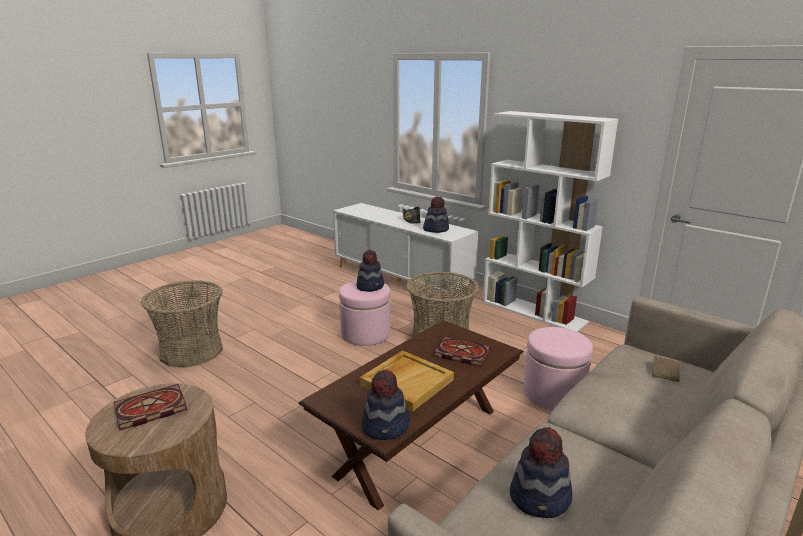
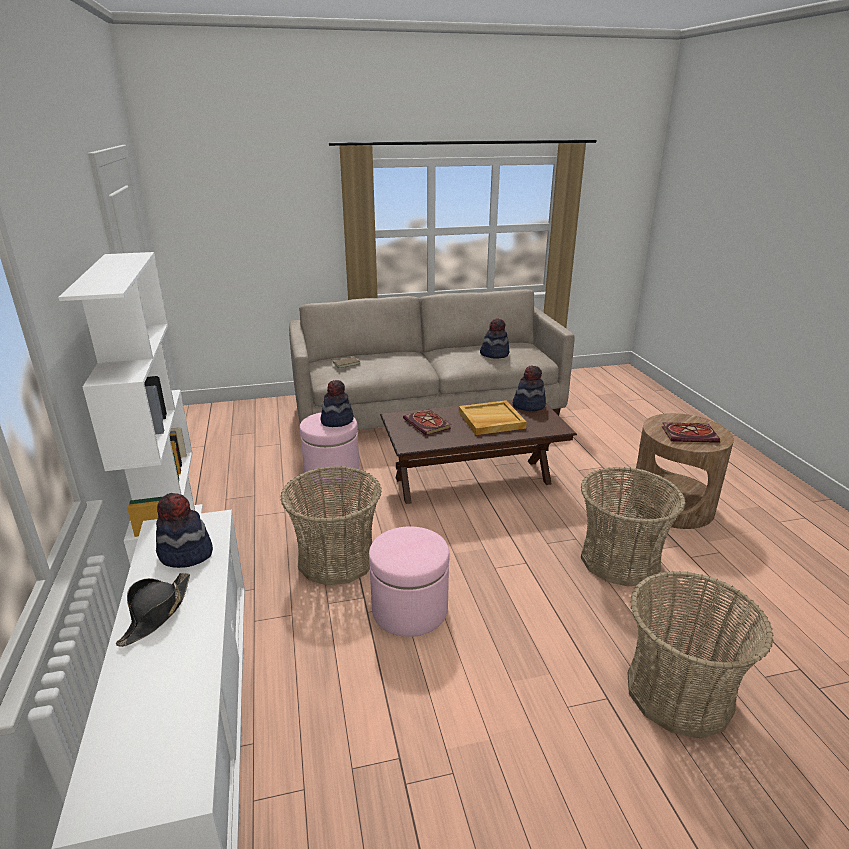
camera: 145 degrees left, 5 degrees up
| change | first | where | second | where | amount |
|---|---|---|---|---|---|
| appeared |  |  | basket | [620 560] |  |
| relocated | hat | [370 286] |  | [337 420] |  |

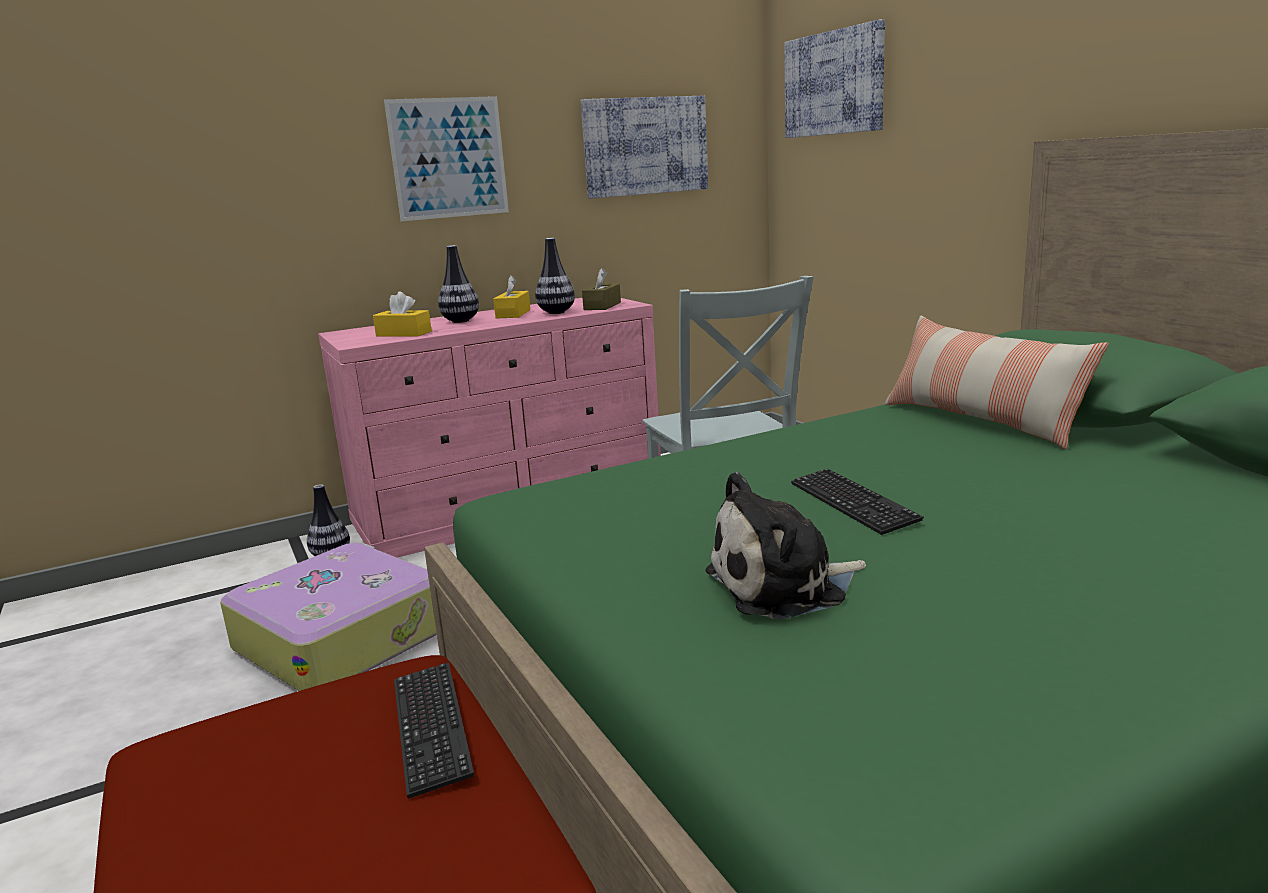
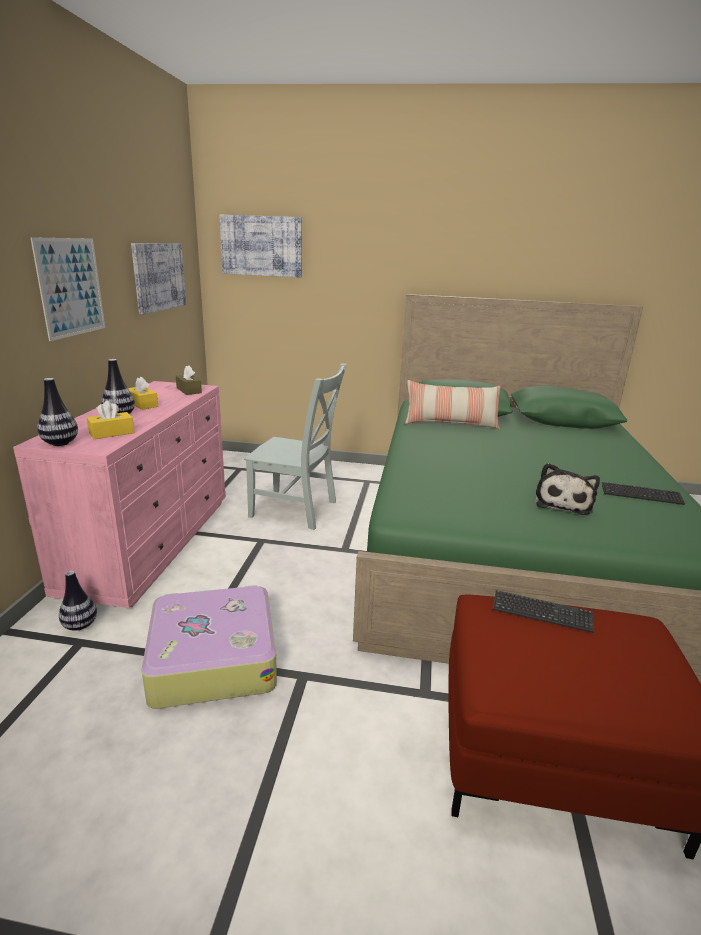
camera: 55 degrees left, 5 degrees up
| change | first | where | second | where | amount |
|---|---|---|---|---|---|
| relocated | vase | [556 312] |  | [60 443] |  |
| relocated | keyboard | [852 503] |  | [641 495] |  |

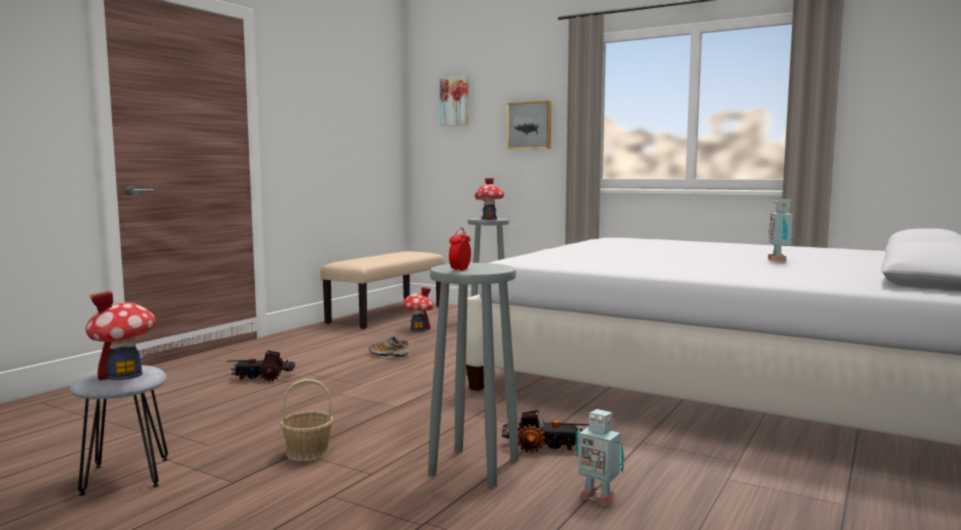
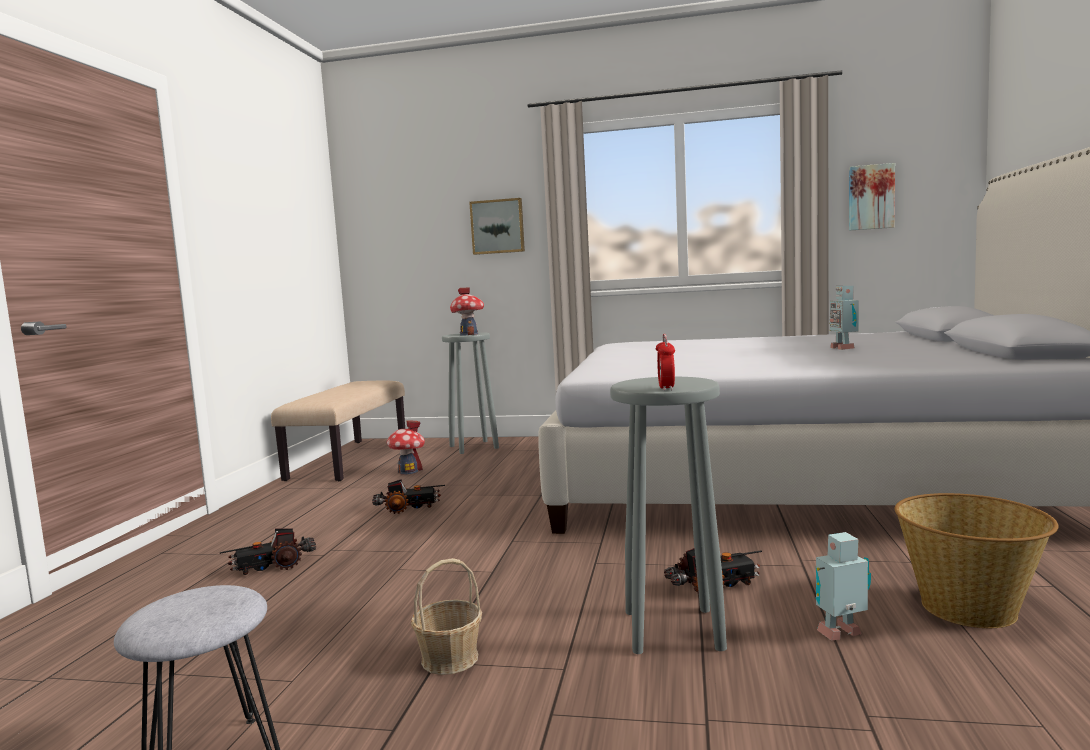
camera: 20 degrees left, 0 degrees up
| change | first | where | second | where | amount |
|---|---|---|---|---|---|
| missing | toy house | [124 375] |  |  |  |
| appeared |  |  | basket | [969 608] |  |
| relocated | picture | [455 101] |  | [870 197] |  |
| exchanged | shoe | [389 355] | toy truck | [408 508] |  |
| spun | toy robot | [597 497] |  | [842 634] | 150 degrees clockwise |

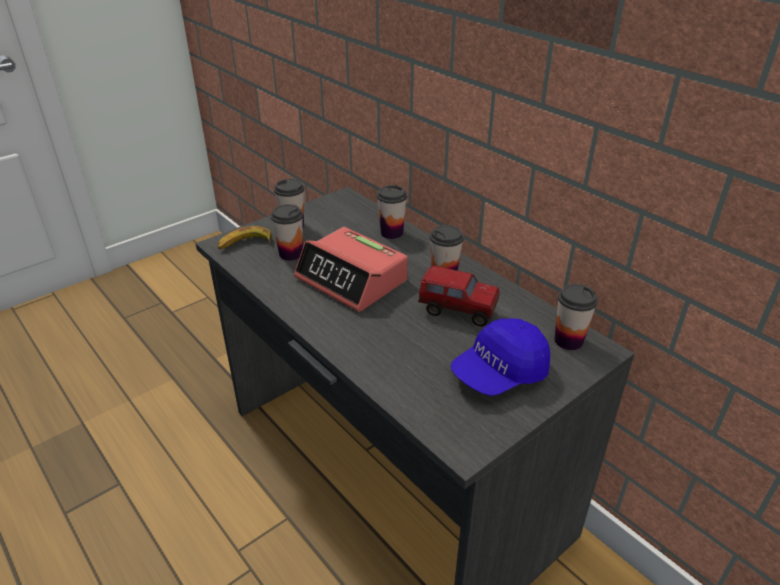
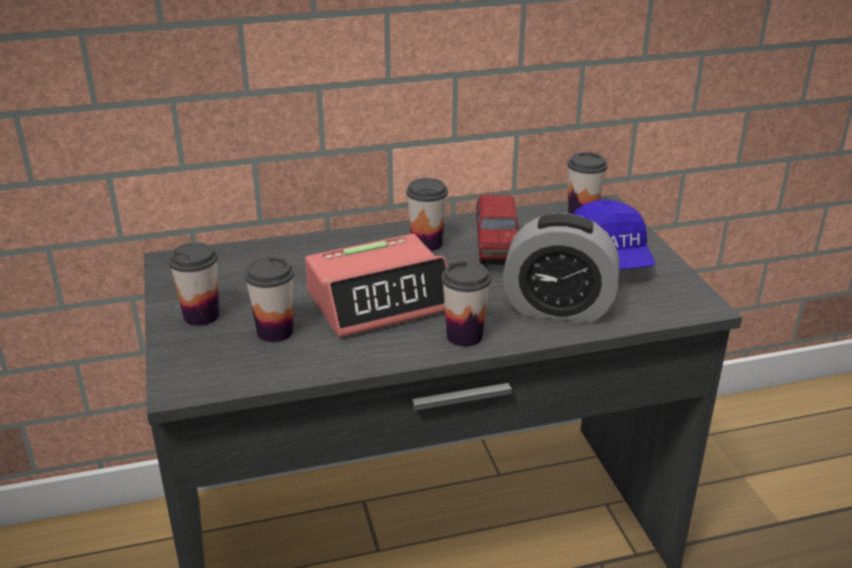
camera: 65 degrees left, 5 degrees down
| change | first | where | second | where | amount |
|---|---|---|---|---|---|
| missing | banana | [245 244] |  |  |  |
| appeared |  |  | alarm clock | [558 309] |  |
| relocated | cup | [391 233] |  | [464 336] |  |
| spun | toy truck | [457 311] |  | [496 253] | 135 degrees clockwise |

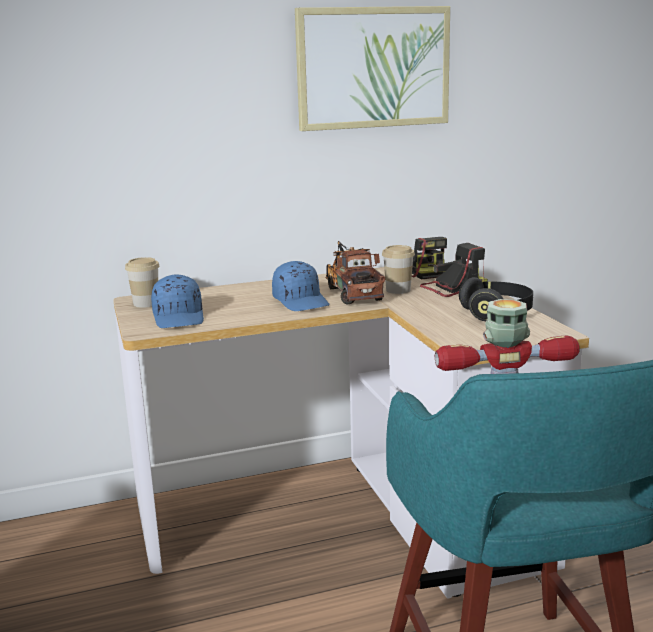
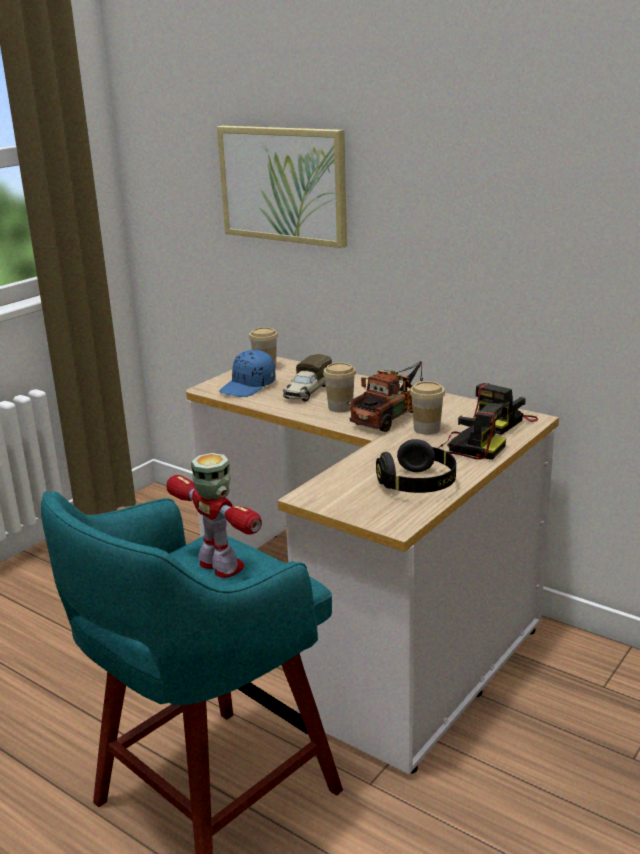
camera: 55 degrees right, 5 degrees up
| change | first | where | second | where | amount |
|---|---|---|---|---|---|
| appeared |  |  | toy truck | [307 392] |  |
| relocated | picture | [373 68] |  | [283 184] |  |
| exchanged | cap (blue) | [301 301] | cup | [340 407] |  |

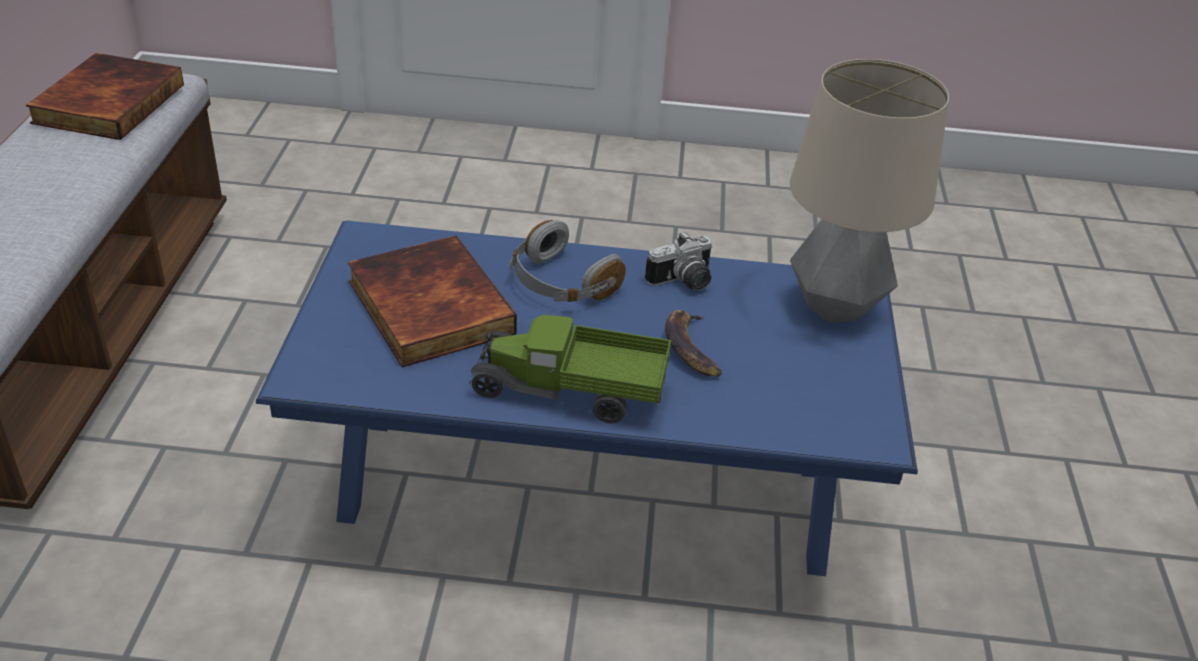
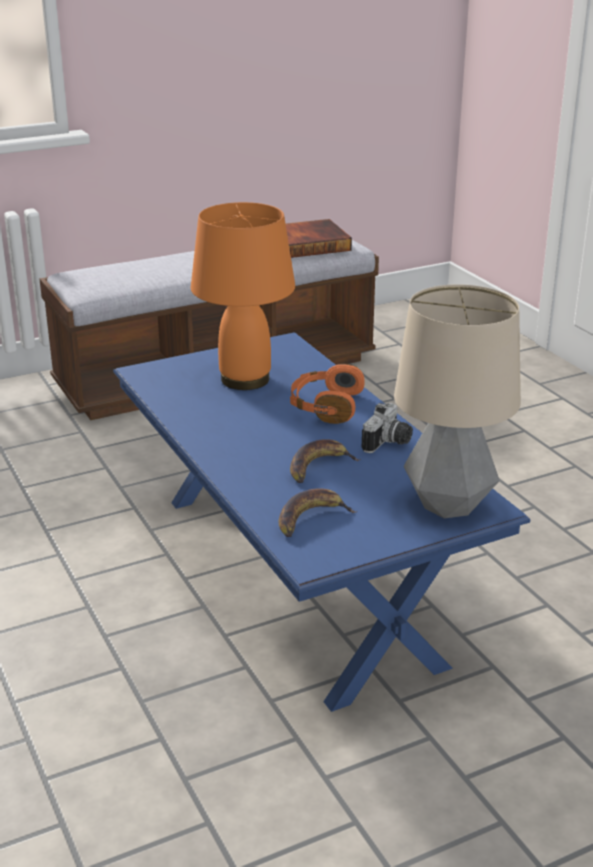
camera: 60 degrees right, 10 degrees down
| change | first | where | second | where | amount |
|---|---|---|---|---|---|
| missing | toy truck | [570 391] |  |  |  |
| appeared |  |  | banana | [310 518] |  |
| exchanged | book | [427 307] | table lamp (orange) | [244 379] |  |
| colour | headphones (grey) | [560 284] | headphones (orange) | [325 406] |  |
| spun | photo camera | [684 282] |  | [389 443] | 90 degrees counterclockwise |

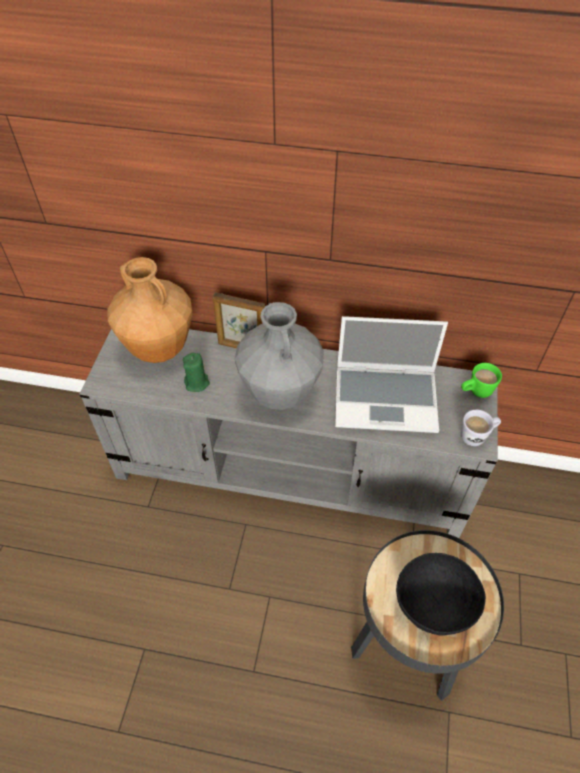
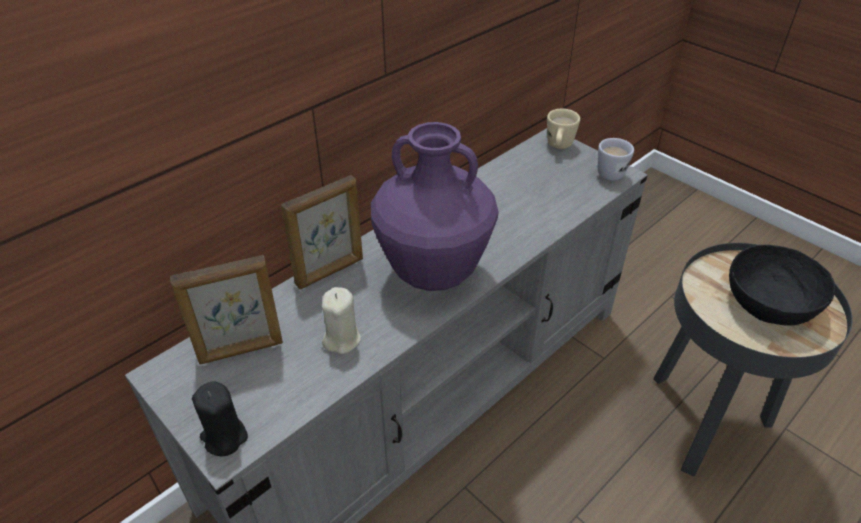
camera: 55 degrees left, 10 degrees down
| change | first | where | second | where | amount |
|---|---|---|---|---|---|
| missing | laptop | [387 399] |  |  |  |
| appeared |  |  | candle (black) | [224 437] |  |
| exchanged | vase (brown) | [159 349] | picture frame | [241 351] |  |
| colour | candle (green) | [197 383] | candle (beige) | [342 339] |  |
| colour | vase (grey) | [279 392] | vase (purple) | [432 273] |  |
| colour | mug (green) | [476 392] | mug (beige) | [558 147] |  |

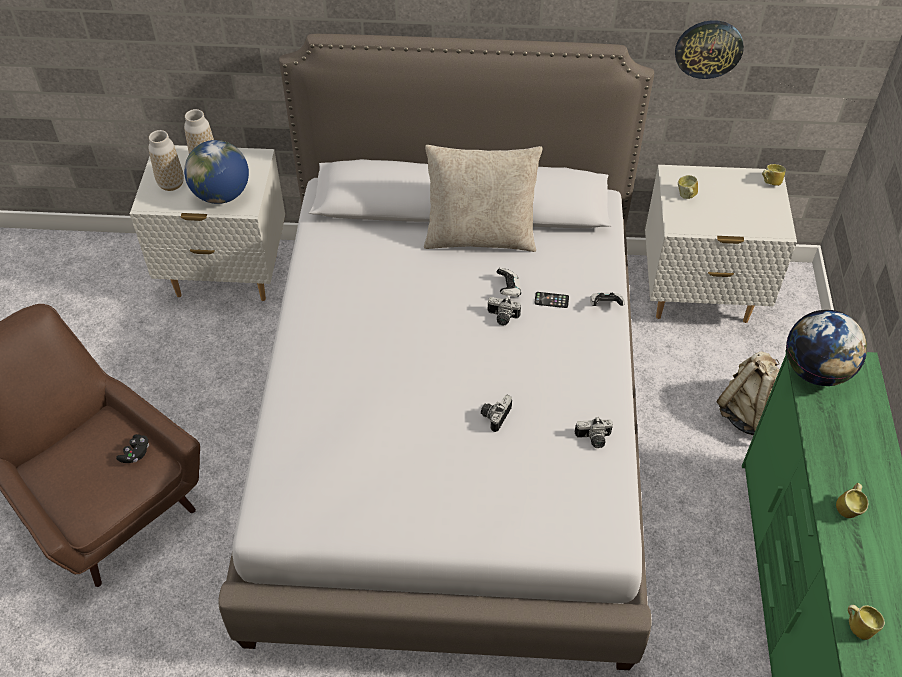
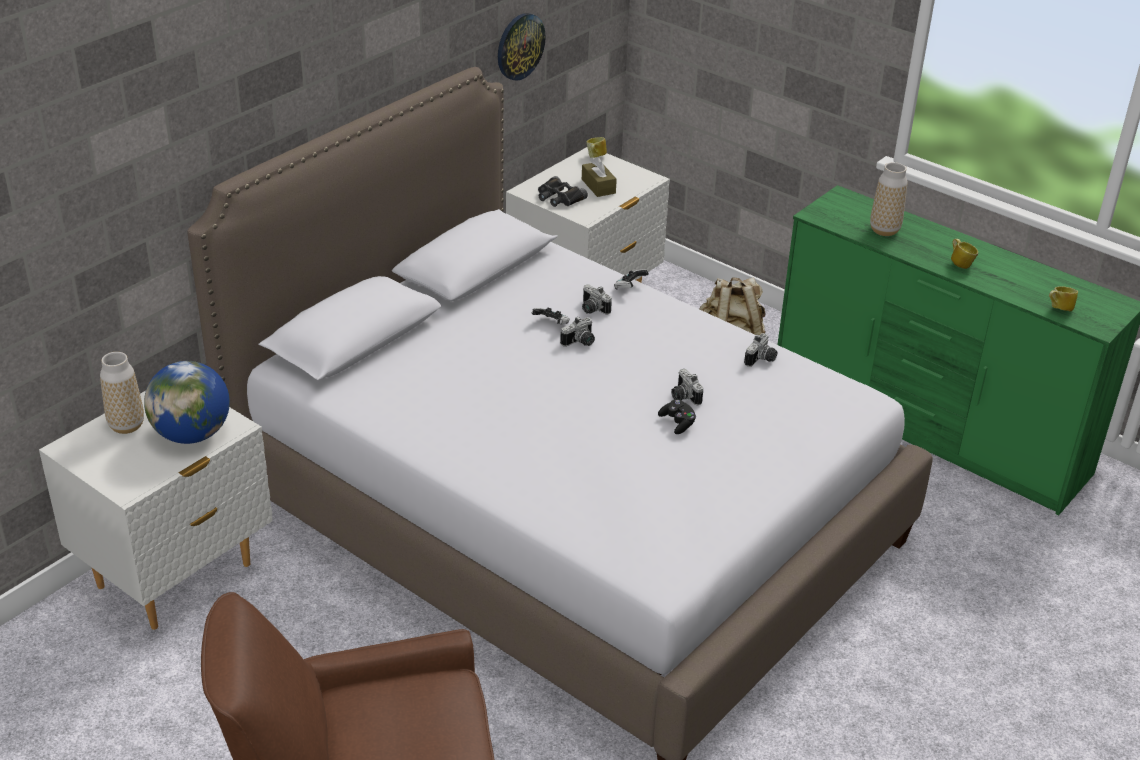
camera: 55 degrees left, 15 degrees down
| change | first | where | second | where | amount |
|---|---|---|---|---|---|
| missing | pillow (beige) | [480 236] |  |  |  |
| missing | globe | [816 371] |  |  |  |
| appeared |  |  | tissue box (brown) | [598 186] |  |
| relocated | game controller (black) | [135 453] |  | [677 423] |  |
| relocated | vase | [171 184] |  | [884 230] |  |
| exchanged | phone | [551 300] | photo camera | [592 309] |  |
| exchanged | mug | [686 196] | binoculars (black) | [559 197] |  |

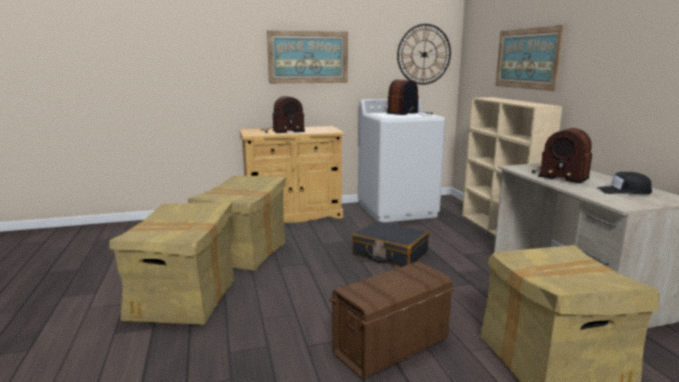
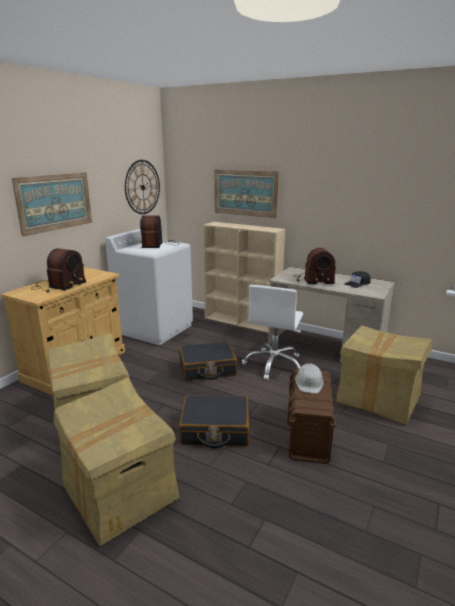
camera: 45 degrees left, 5 degrees up
| change | first | where | second | where | amount |
|---|---|---|---|---|---|
| appeared |  |  | suitcase (black) | [215 430] |  |
| appeared |  |  | office chair (white) | [274 364] |  |
| appeared |  |  | hard hat (white) | [309 382] |  |

